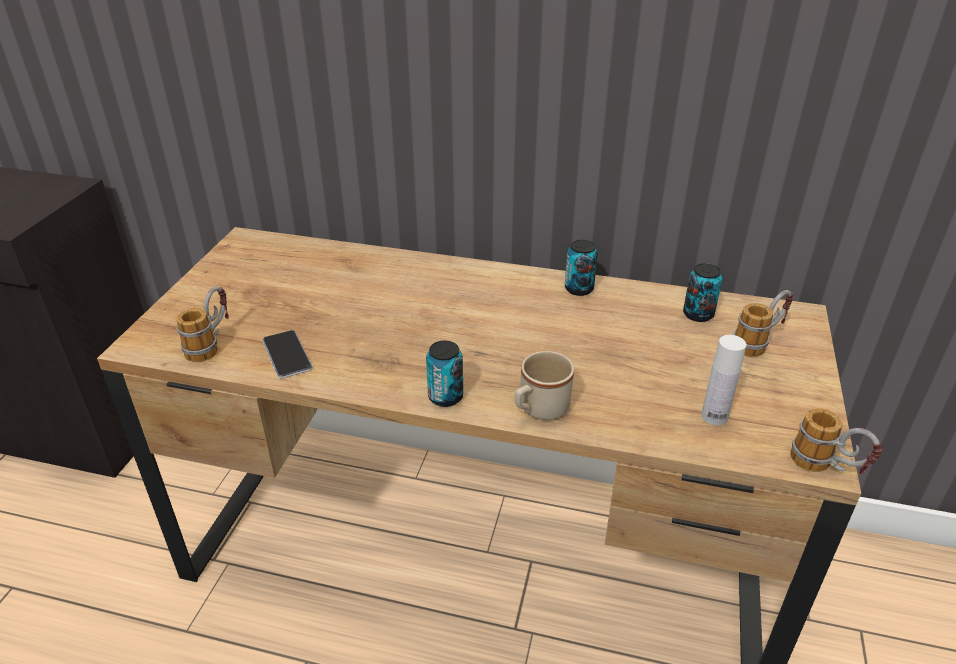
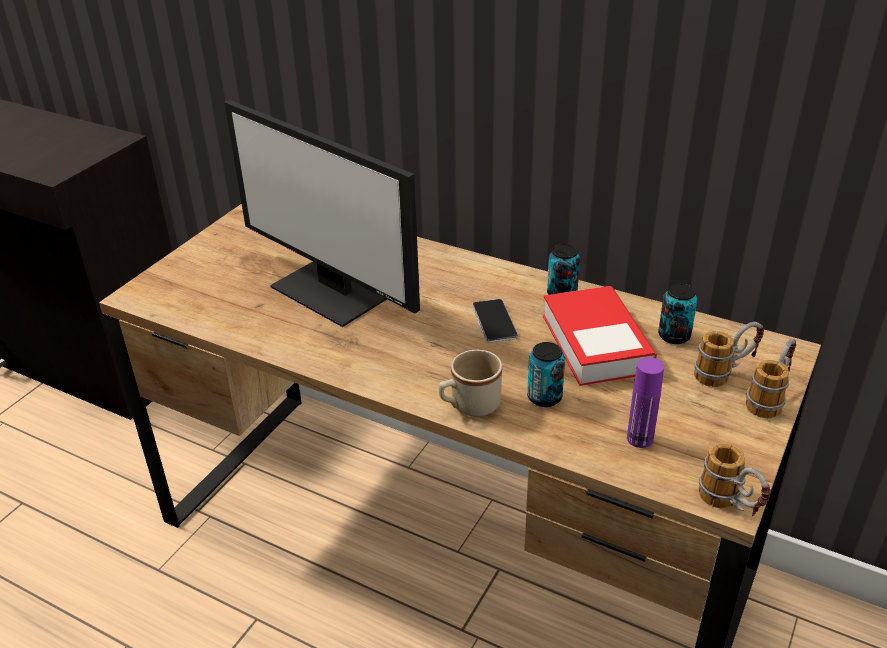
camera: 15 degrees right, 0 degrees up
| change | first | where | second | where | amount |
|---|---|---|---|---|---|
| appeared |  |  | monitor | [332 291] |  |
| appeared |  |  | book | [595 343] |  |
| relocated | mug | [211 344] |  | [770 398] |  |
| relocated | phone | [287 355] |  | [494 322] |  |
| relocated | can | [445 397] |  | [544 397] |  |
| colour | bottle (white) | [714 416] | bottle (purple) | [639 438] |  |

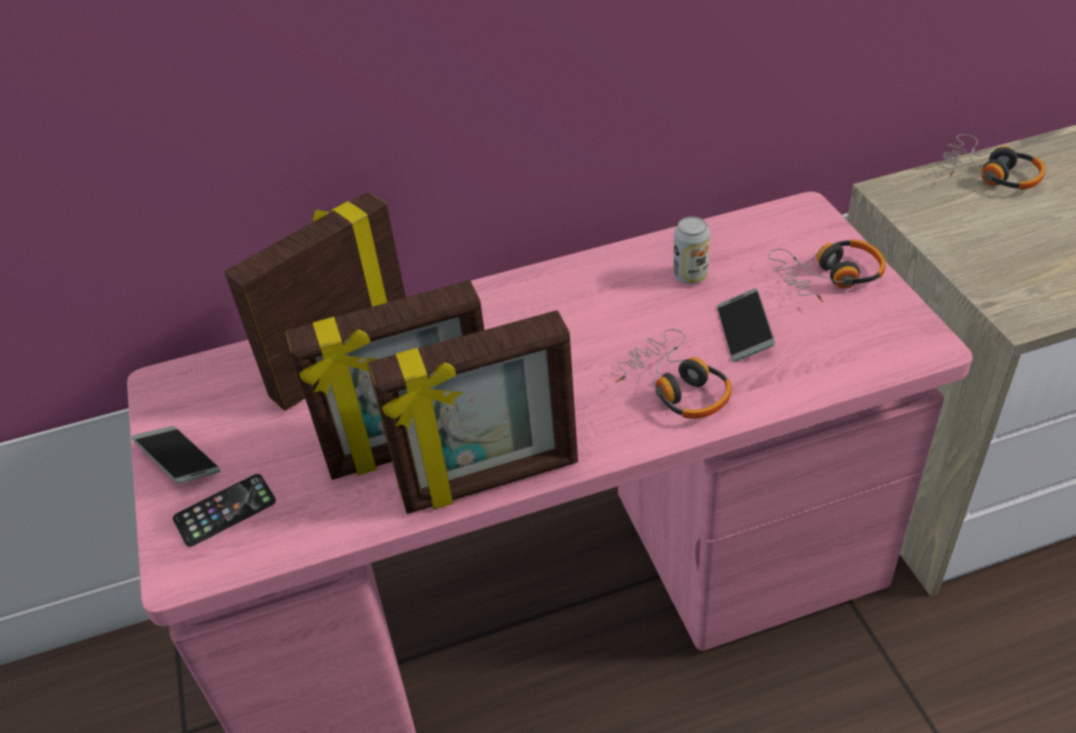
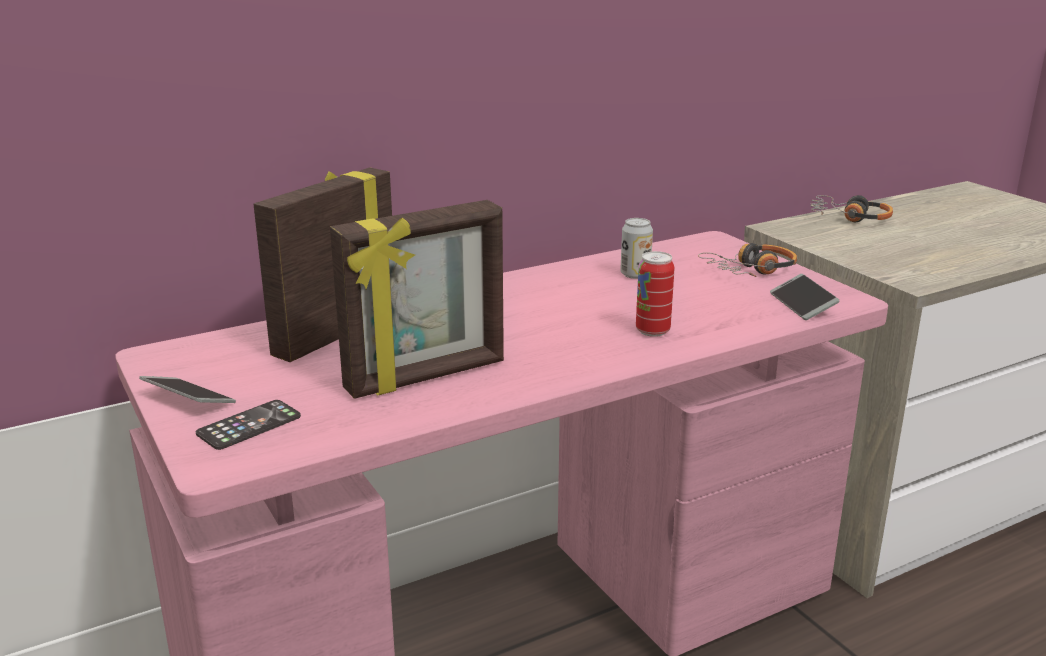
camera: 15 degrees left, 20 degrees down
| change | first | where | second | where | amount |
|---|---|---|---|---|---|
| missing | picture frame | [490 480] |  |  |  |
| relocated | phone | [744 332] |  | [802 304] |  |
| exchanged | headphones | [676 387] | can | [652 331] |  |

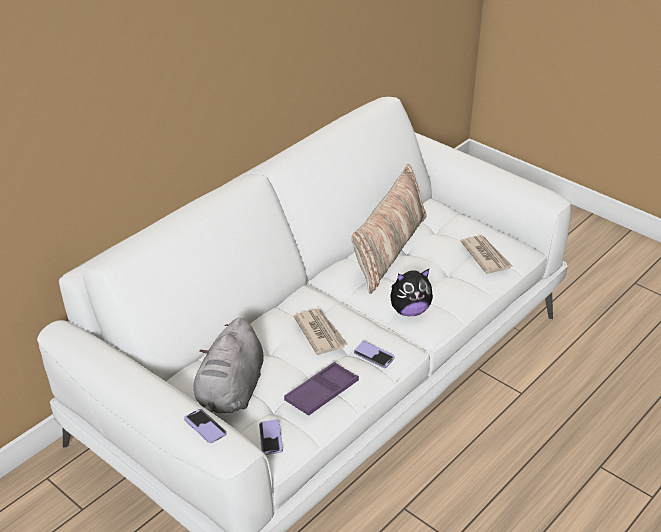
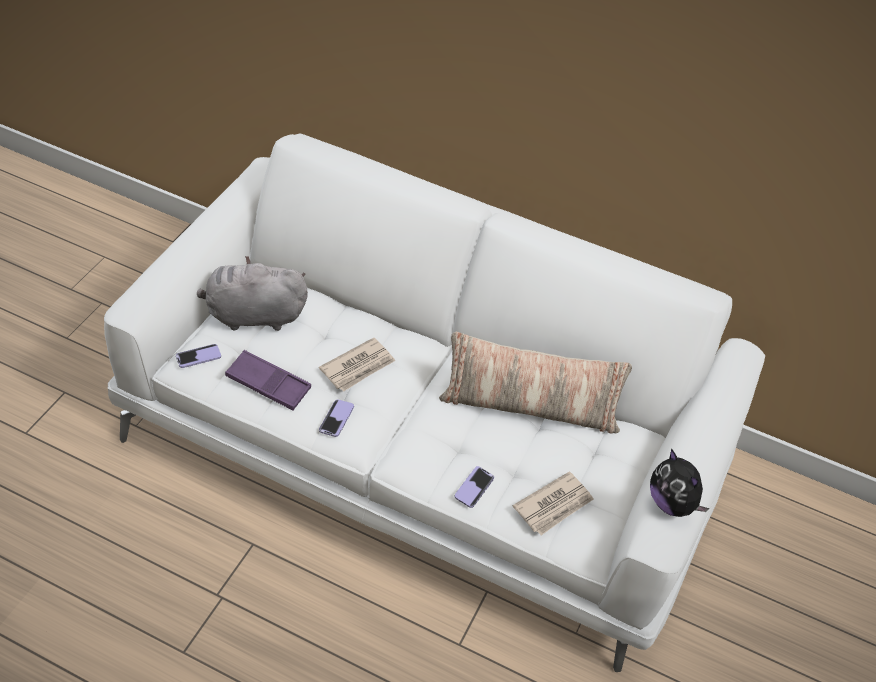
camera: 70 degrees right, 10 degrees up
| change | first | where | second | where | amount |
|---|---|---|---|---|---|
| relocated | phone | [205 427] |  | [474 487] |  |
| relocated | plush toy | [409 310] |  | [672 503] |  |

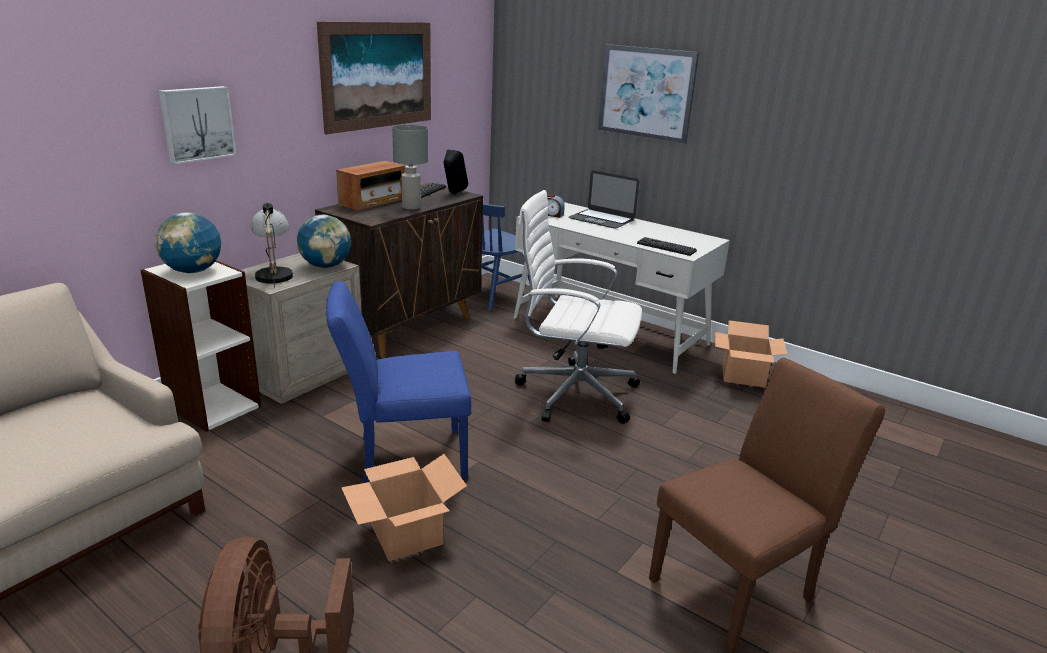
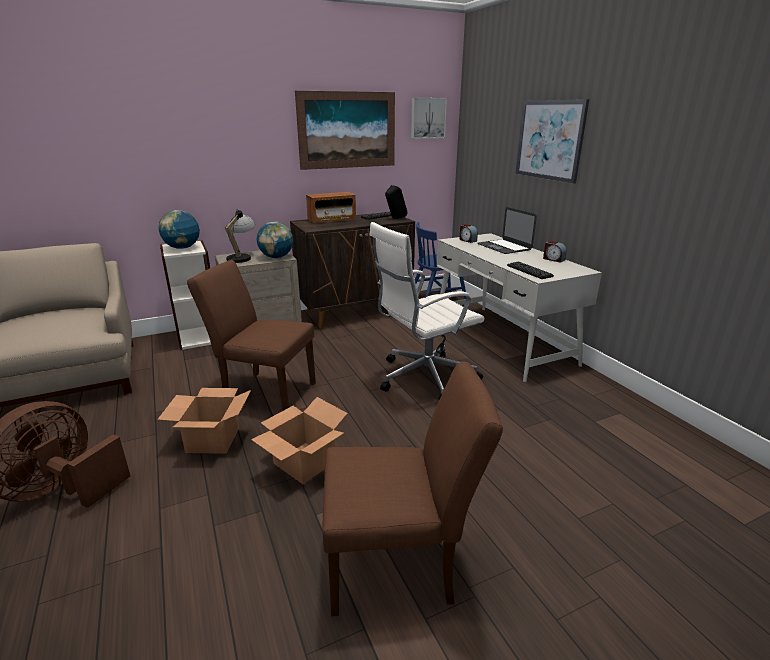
camera: 30 degrees right, 0 degrees up
| change | first | where | second | where | amount |
|---|---|---|---|---|---|
| missing | table lamp (grey) | [411 207] |  |  |  |
| appeared |  |  | alarm clock | [553 259] |  |
| relocated | picture | [197 124] |  | [427 118] |  |
| relocated | cardboard box | [744 375] |  | [305 462] |  |
| colour | chair (blue) | [402 457] | chair (brown) | [263 391] |  |
| spun | office chair (white) | [573 393] |  | [423 378] | 75 degrees counterclockwise |

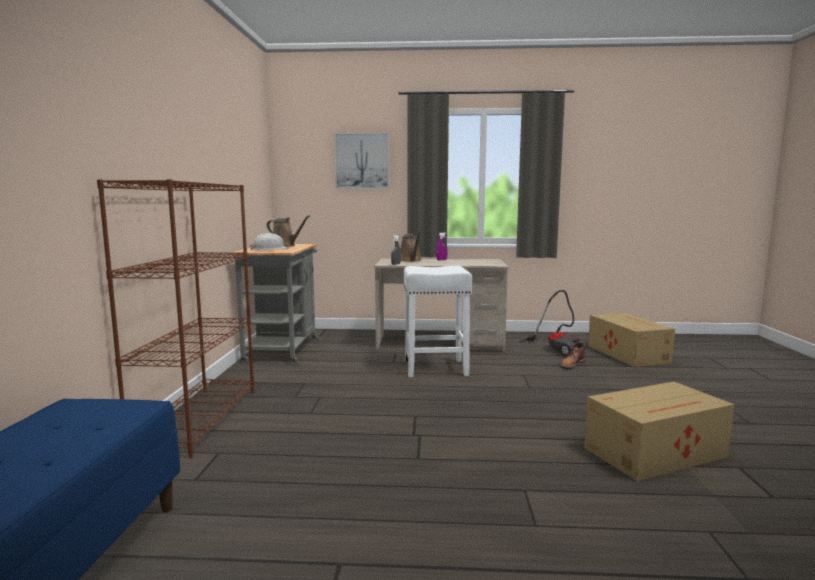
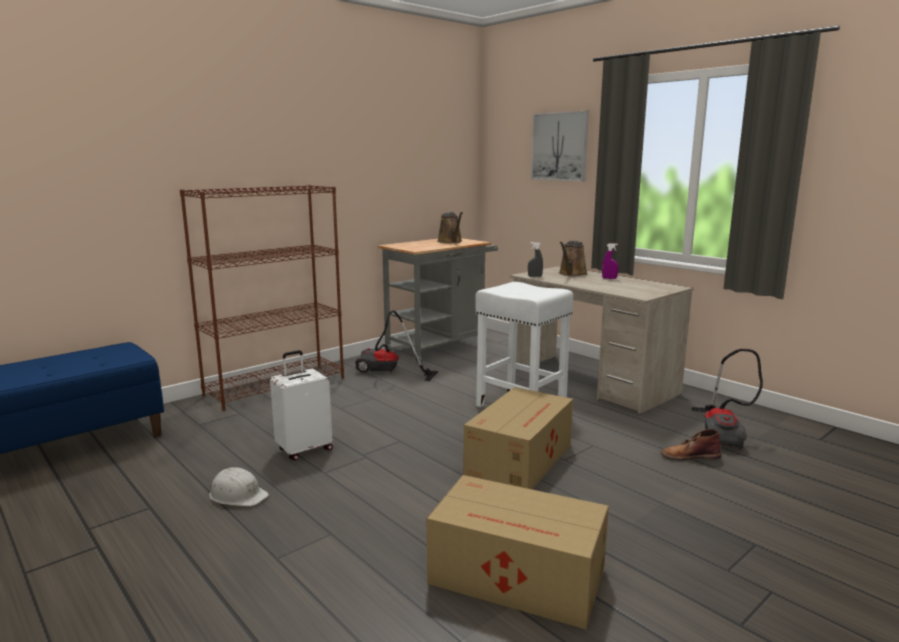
camera: 45 degrees right, 5 degrees up
| change | first | where | second | where | amount |
|---|---|---|---|---|---|
| appeared |  |  | suitcase (white) | [304 449] |  |
| appeared |  |  | vacuum cleaner | [388 372] |  |
| relocated | hard hat (white) | [270 249] |  | [238 495] |  |
| relocated | cardboard box | [627 353] |  | [521 459] |  |

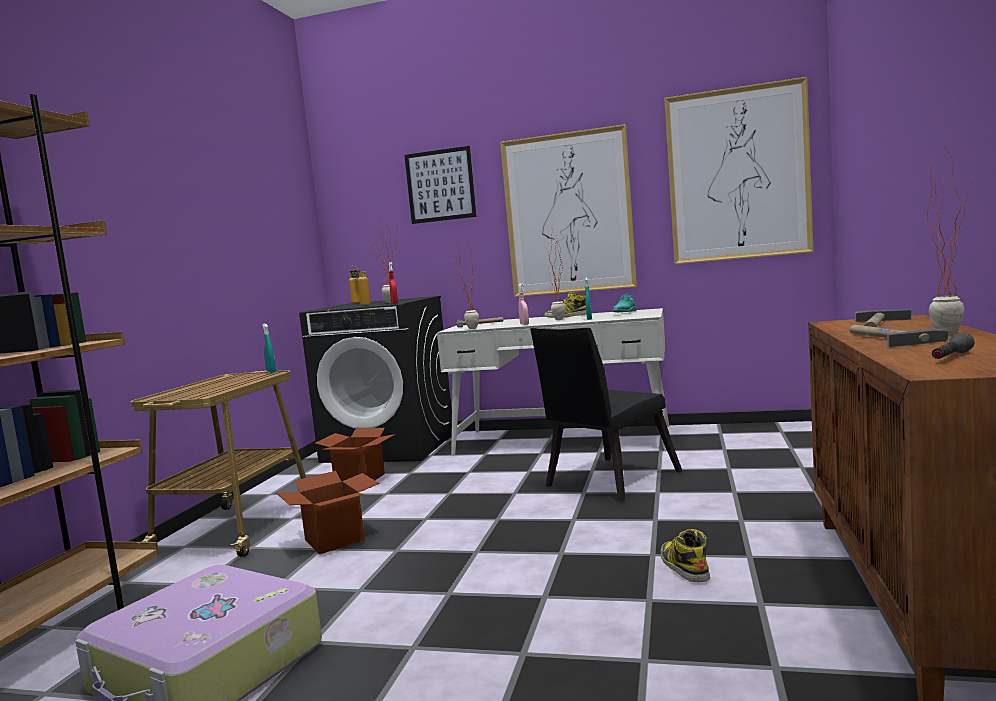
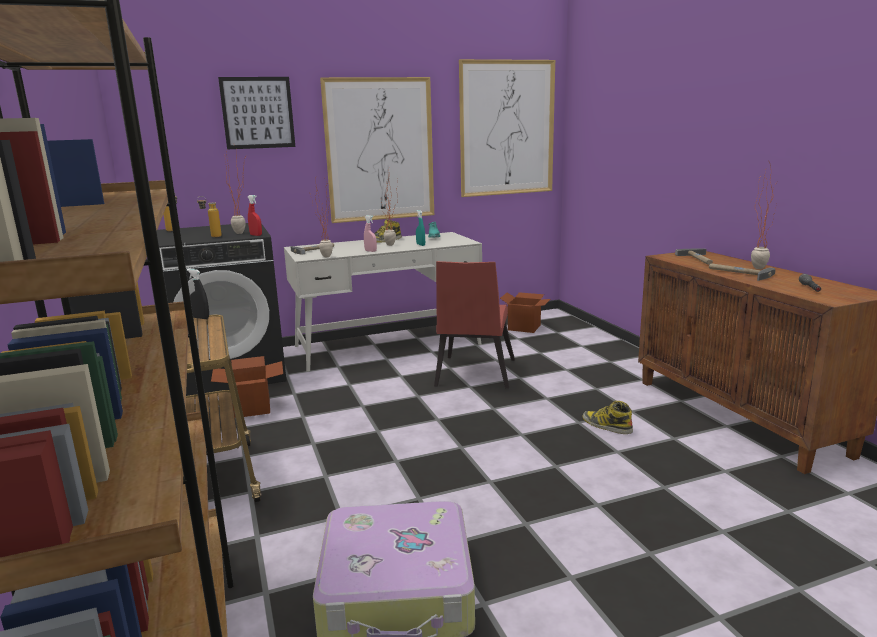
camera: 35 degrees left, 10 degrees up
| change | first | where | second | where | amount |
|---|---|---|---|---|---|
| relocated | cardboard box | [334 540] |  | [524 327] |  |
| colour | spray bottle (turquoise) | [271 372] | spray bottle (black) | [200 318] |  |
| colour | chair (black) | [606 481] | chair (red) | [473 375] |  |

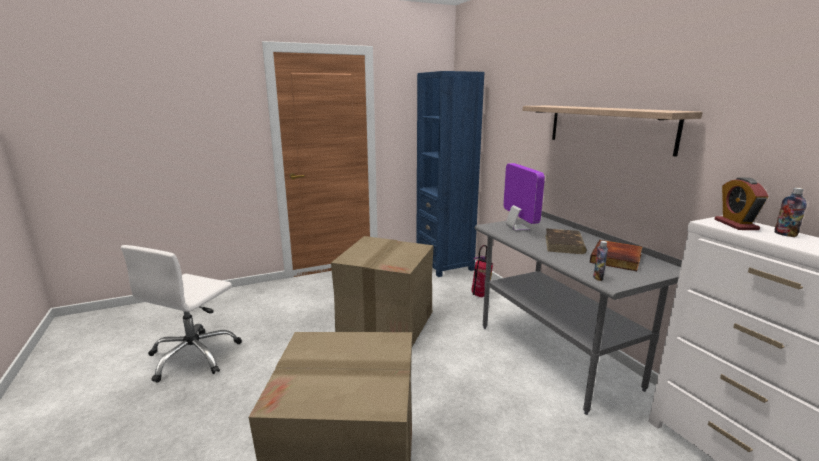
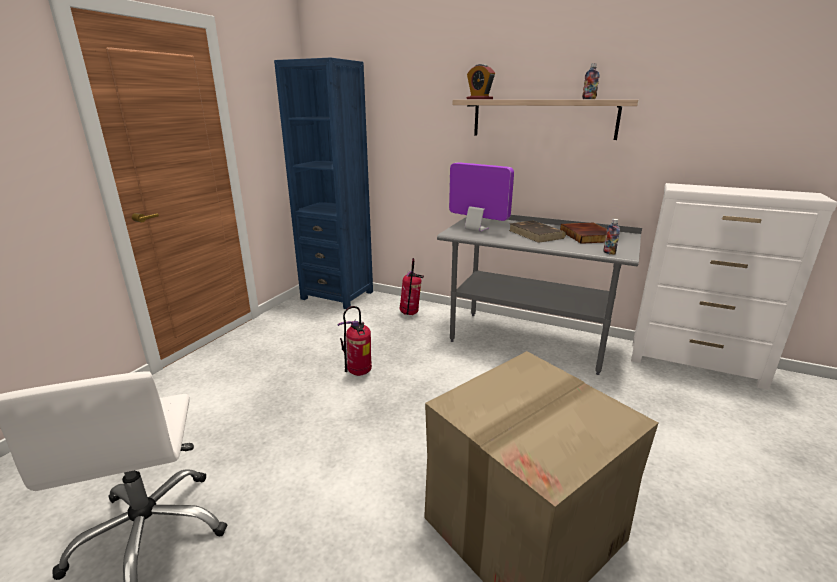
camera: 40 degrees left, 5 degrees up
| change | first | where | second | where | amount |
|---|---|---|---|---|---|
| relocated | alarm clock | [735 224] |  | [479 99] |  |
| relocated | bottle | [785 234] |  | [588 99] |  |
| exchanged | cardboard box | [386 323] | fire extinguisher | [359 373] |  |

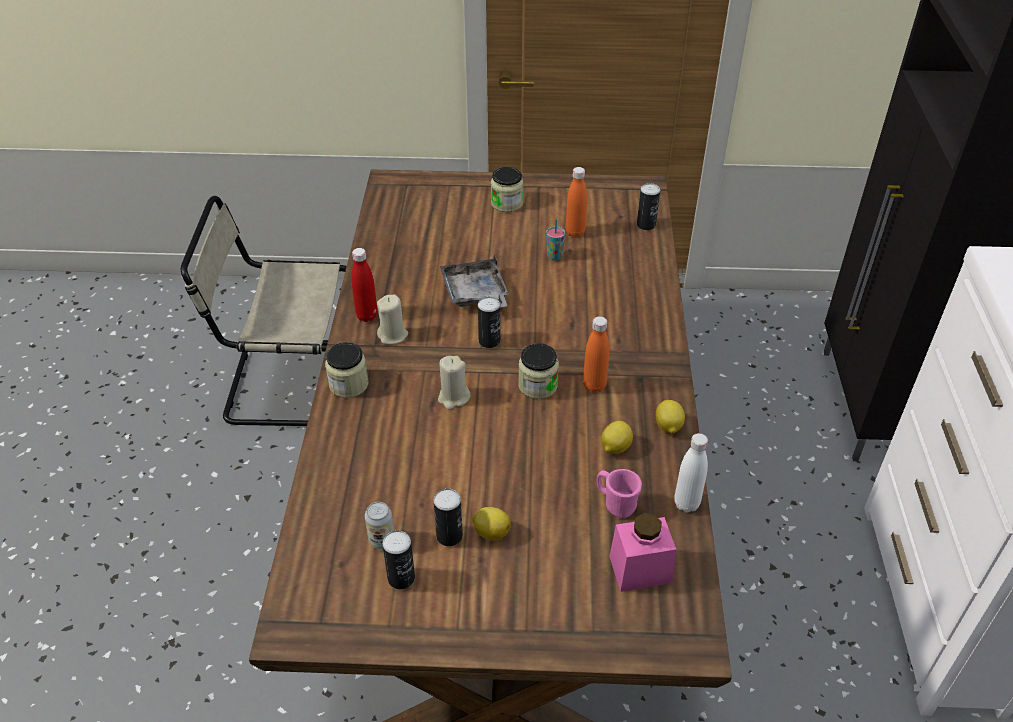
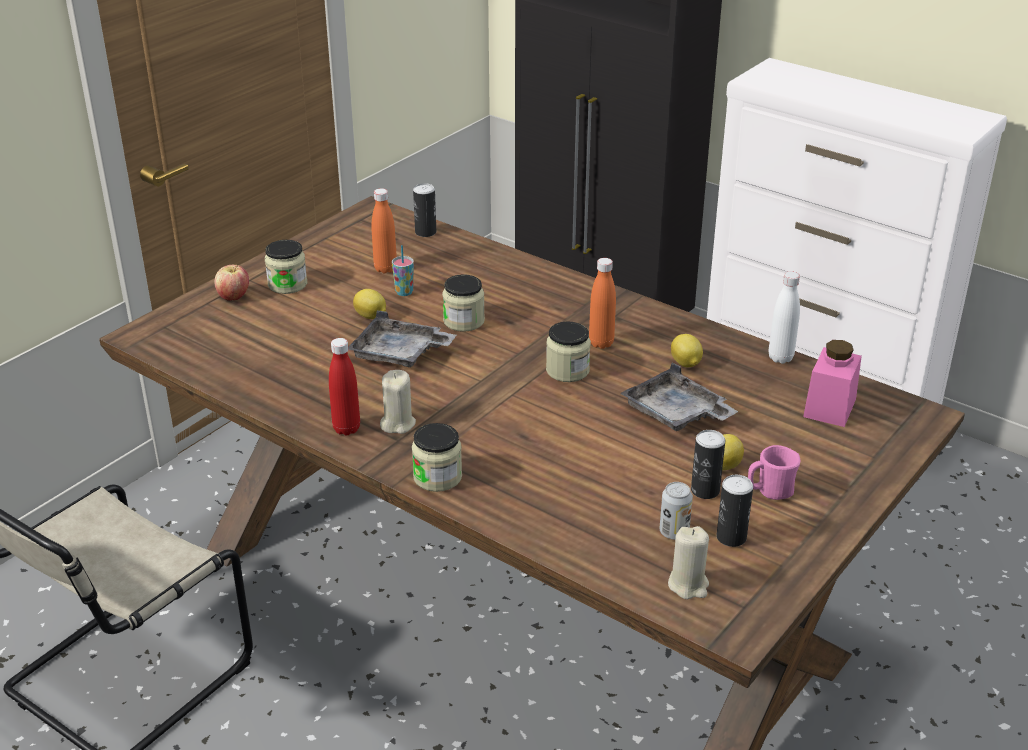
camera: 55 degrees left, 10 degrees down
| change | first | where | second | where | amount |
|---|---|---|---|---|---|
| missing | can | [489 341] |  |  |  |
| appeared |  |  | apple | [233 297] |  |
| appeared |  |  | jar | [464 321] |  |
| appeared |  |  | tray (grey) | [676 414] |  |
| relocated | candle (beige) | [453 397] |  | [688 585] |  |
| relocated | mug (pink) | [616 504] |  | [770 492] |  |
| relocated | lemon | [668 427] |  | [371 317] |  |

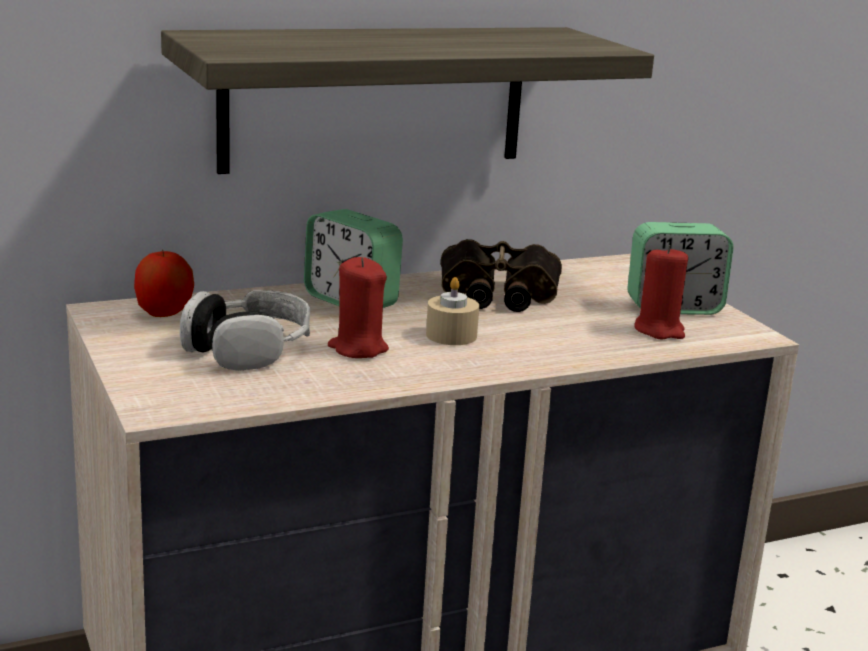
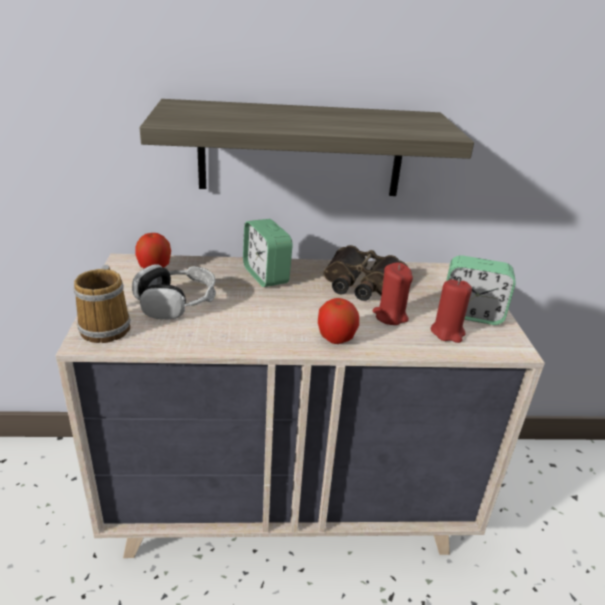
camera: 20 degrees right, 10 degrees up
| change | first | where | second | where | amount |
|---|---|---|---|---|---|
| missing | candle (beige) | [451 335] |  |  |  |
| appeared |  |  | mug | [107 326] |  |
| appeared |  |  | apple | [336 338] |  |
| relocated | candle (red) | [358 348] |  | [390 316] |  |

